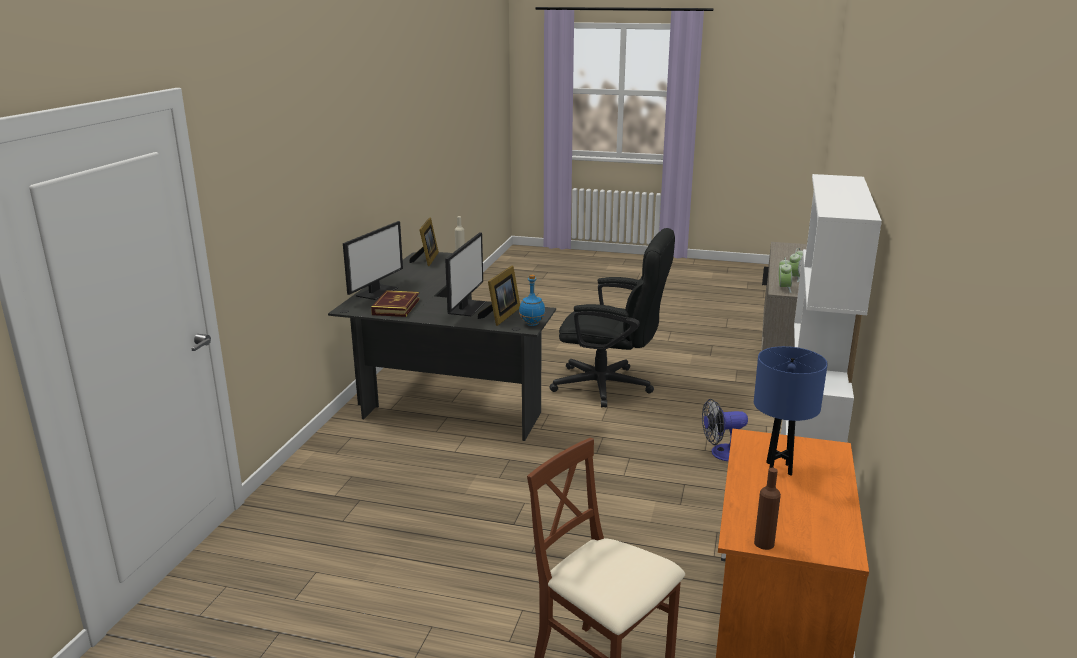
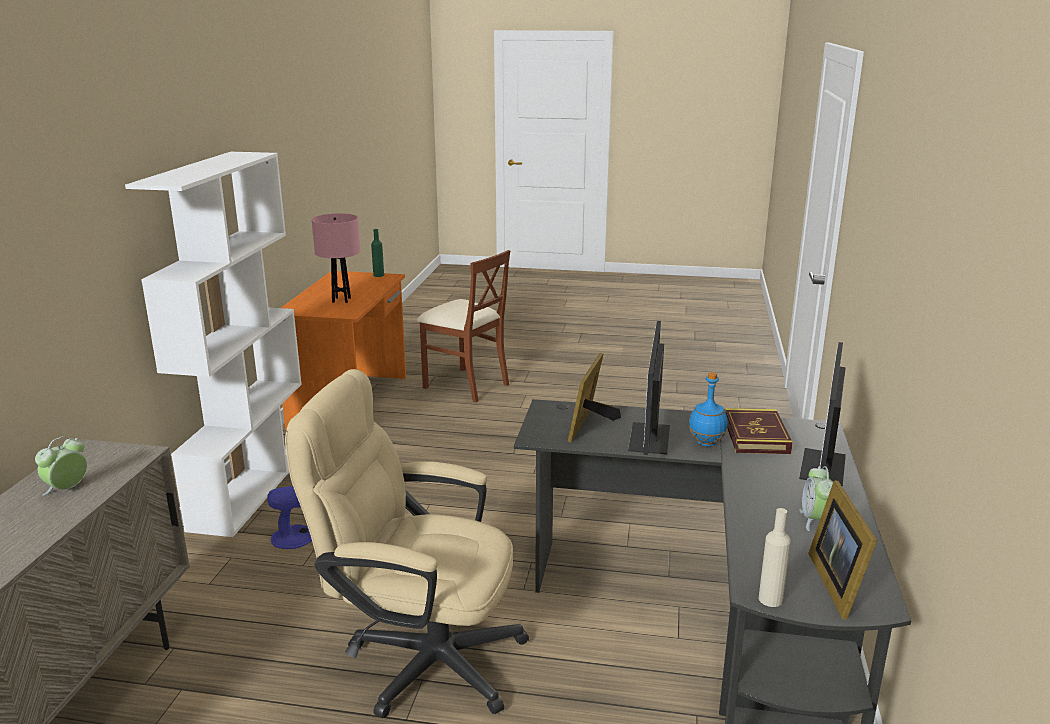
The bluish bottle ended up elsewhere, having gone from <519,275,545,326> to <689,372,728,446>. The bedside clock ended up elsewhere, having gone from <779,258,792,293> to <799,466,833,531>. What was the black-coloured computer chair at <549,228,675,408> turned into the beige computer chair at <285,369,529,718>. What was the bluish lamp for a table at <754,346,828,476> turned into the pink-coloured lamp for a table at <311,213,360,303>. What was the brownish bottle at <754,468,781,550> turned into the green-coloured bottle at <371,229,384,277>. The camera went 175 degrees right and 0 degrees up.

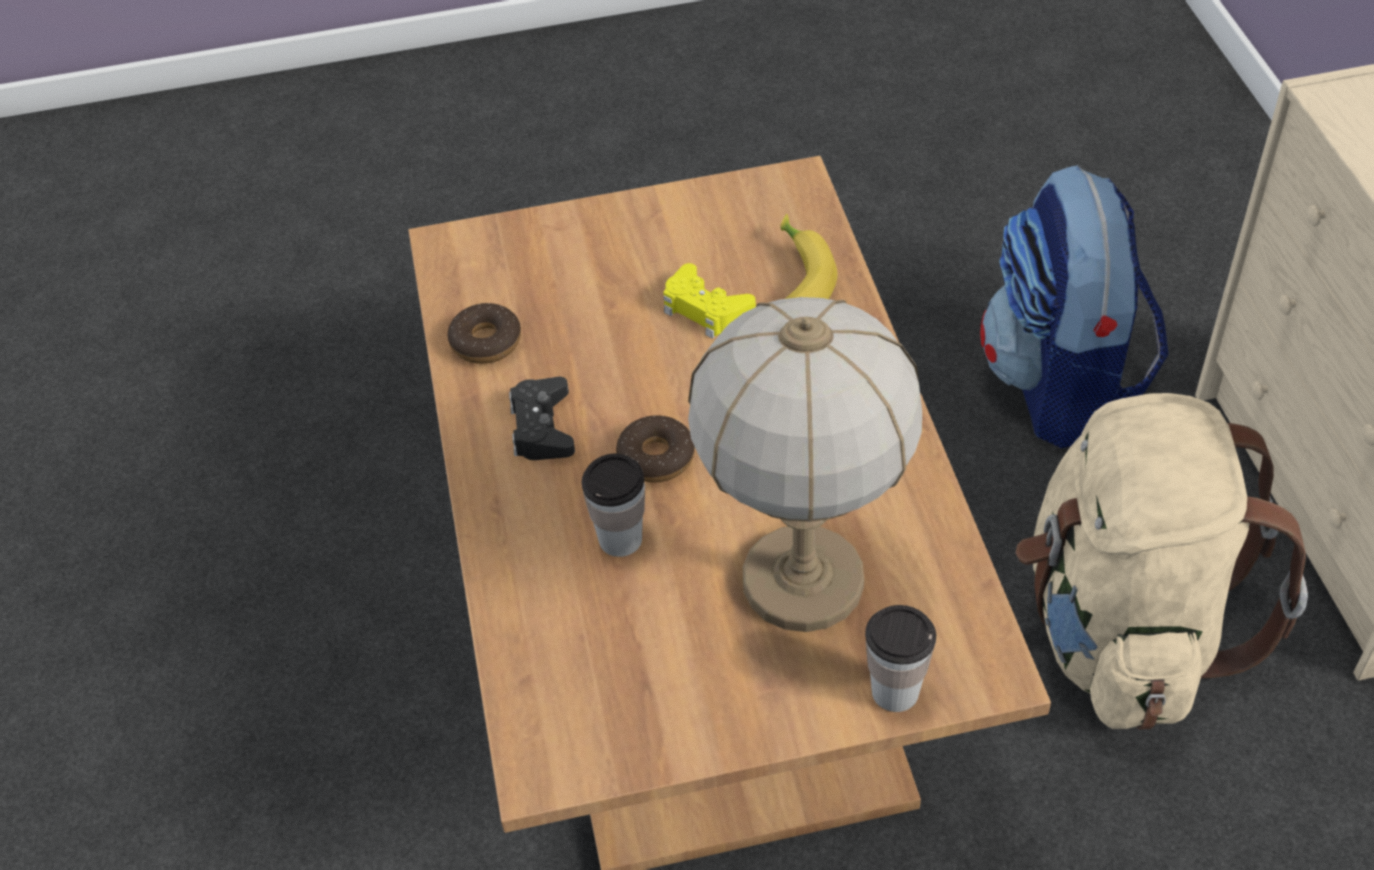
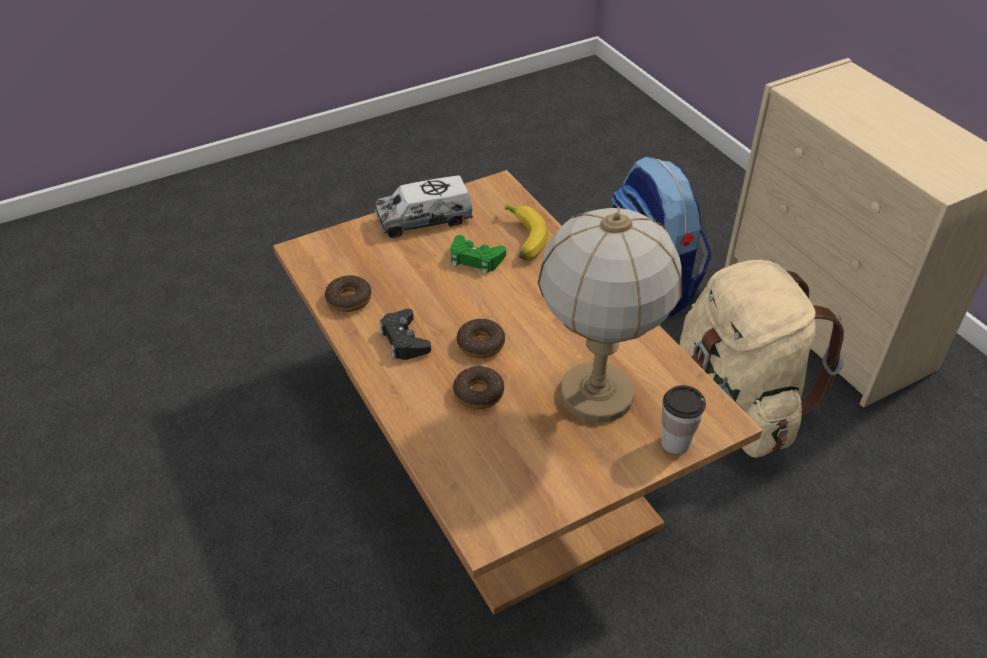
The second view gained the model truck at <375,175,473,238>. Where the drinking cup stood at <582,454,645,557>, the donut came to stand at <453,366,504,409>. What was the yellowish joypad at <663,263,756,339> turned into the green-coloured joypad at <451,235,506,275>. The camera went 20 degrees left and 5 degrees down.

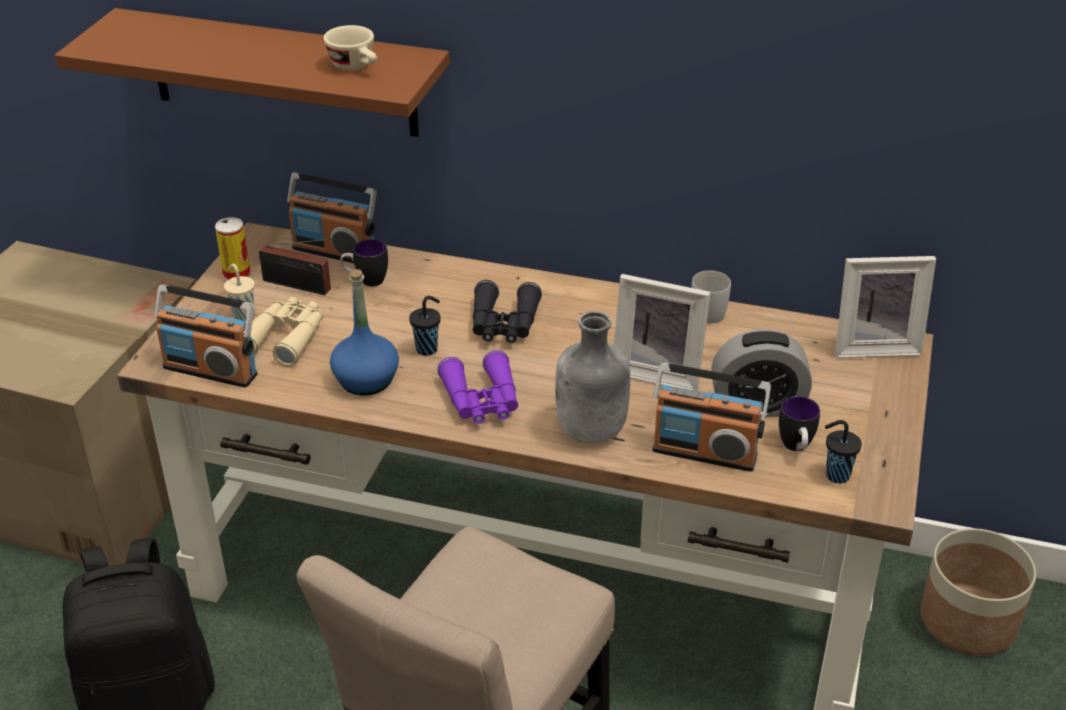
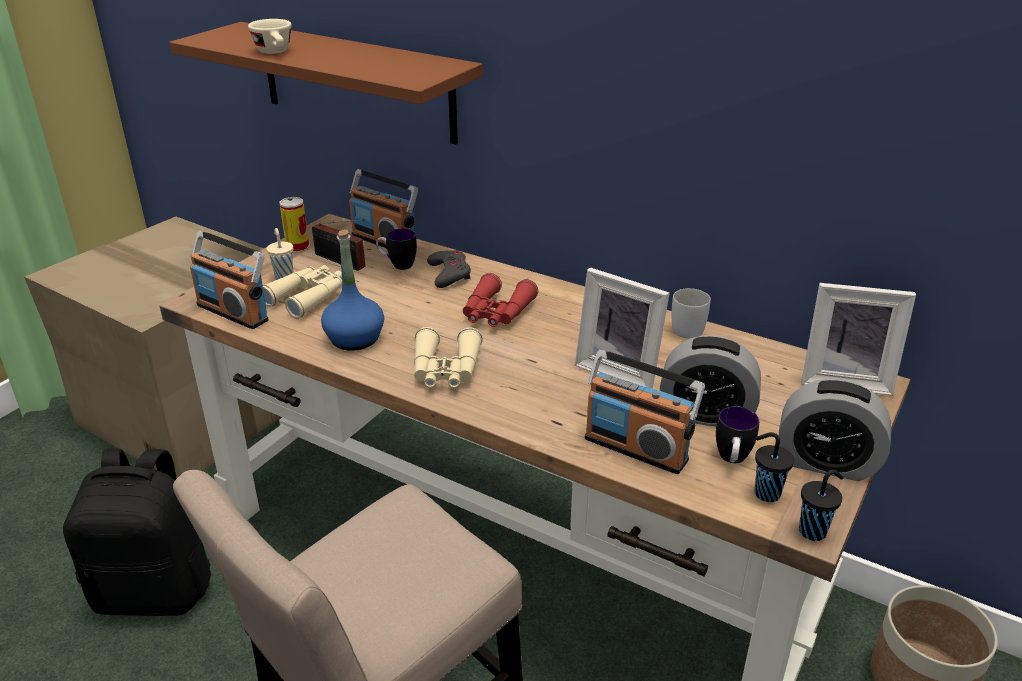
The second view lost the greyish bottle at <555,311,630,443>. The second view gained the greyish joypad at <427,250,471,288>. The second view gained the bedside clock at <779,379,891,481>. The beige drinking cup ended up elsewhere, having gone from <324,25,377,71> to <248,19,291,54>. The black-coloured drinking cup ended up elsewhere, having gone from <409,296,440,356> to <799,469,844,541>. What was the purple binoculars at <437,350,518,424> turned into the beige binoculars at <414,327,483,388>. What was the black-coloured binoculars at <473,280,542,343> turned into the red binoculars at <463,273,538,327>. The camera went 15 degrees right and 5 degrees down.

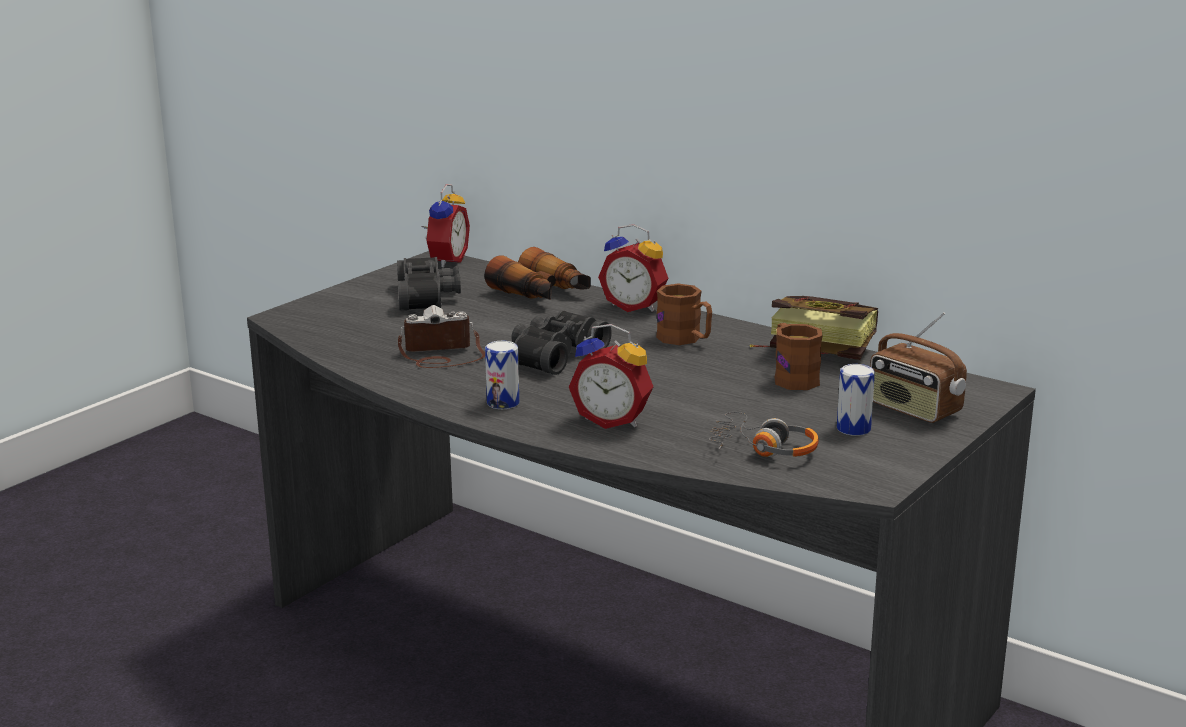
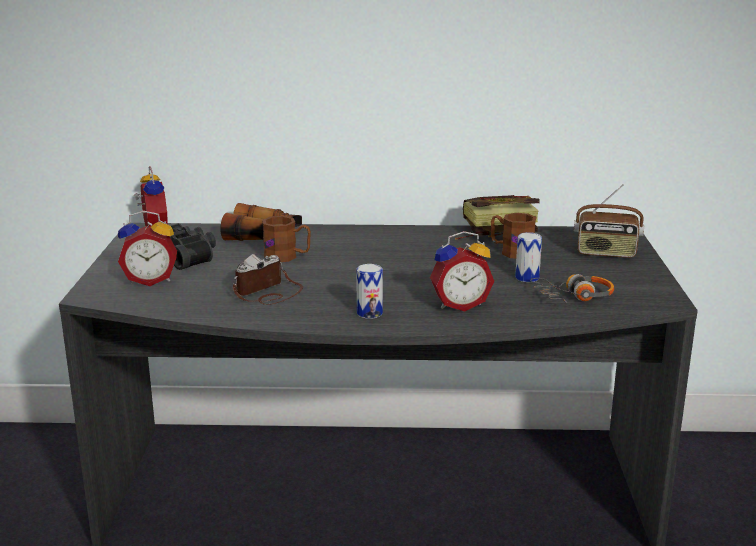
The second view lost the black-coloured binoculars at <511,310,612,375>. The bedside clock ended up elsewhere, having gone from <598,224,668,312> to <118,210,177,286>. The brownish tea mug ended up elsewhere, having gone from <656,284,712,345> to <262,216,311,262>. The can ended up elsewhere, having gone from <837,364,875,436> to <515,232,542,282>. The camera went 35 degrees left and 0 degrees up.

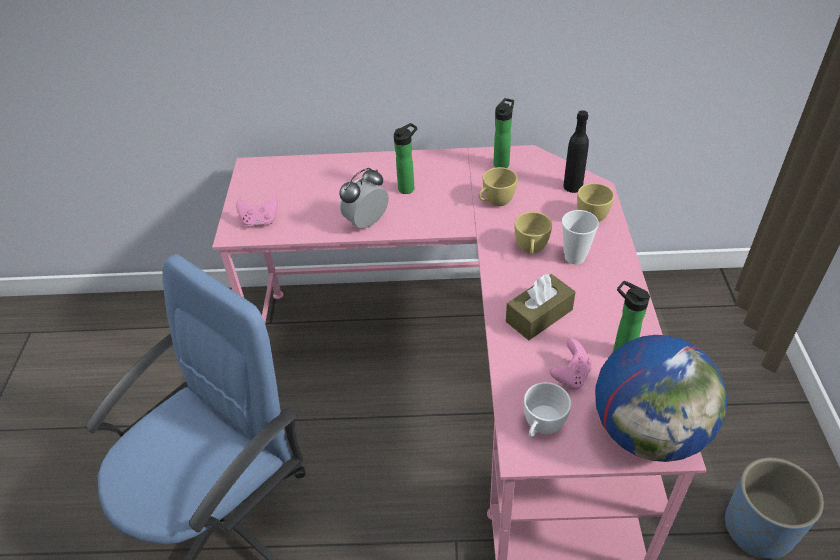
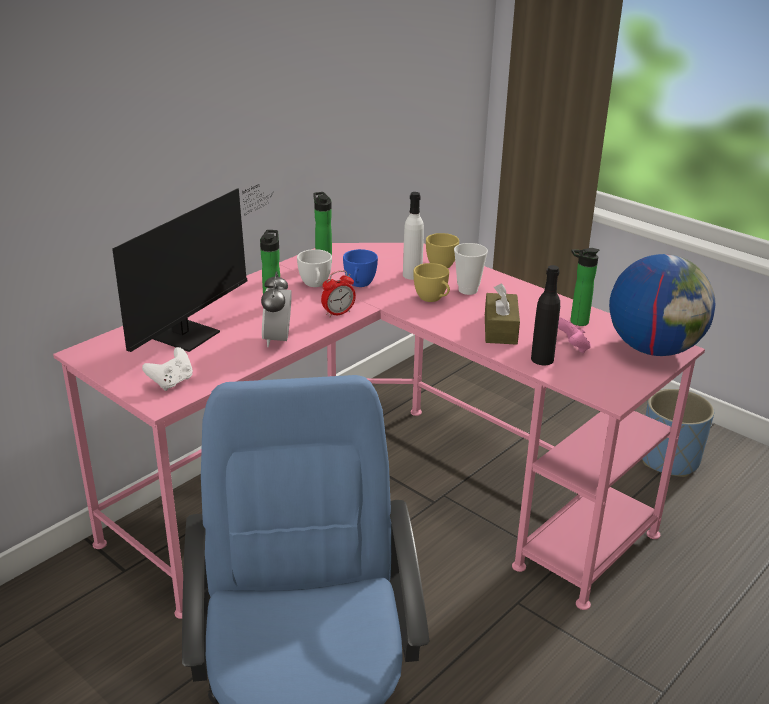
The second view gained the monitor at <112,185,273,352>. The second view gained the bedside clock at <321,270,356,317>. The second view gained the white-coloured bottle at <403,192,424,280>. The white-coloured drinking cup ended up elsewhere, having gone from <524,382,571,437> to <297,249,332,287>. The black-coloured bottle ended up elsewhere, having gone from <563,110,589,193> to <531,265,560,365>. What was the pink-coloured joypad at <236,196,278,226> turned into the white-coloured joypad at <142,347,193,391>. What was the yellowish drinking cup at <478,167,517,206> turned into the bluish drinking cup at <343,249,378,287>. The camera went 50 degrees left and 15 degrees down.

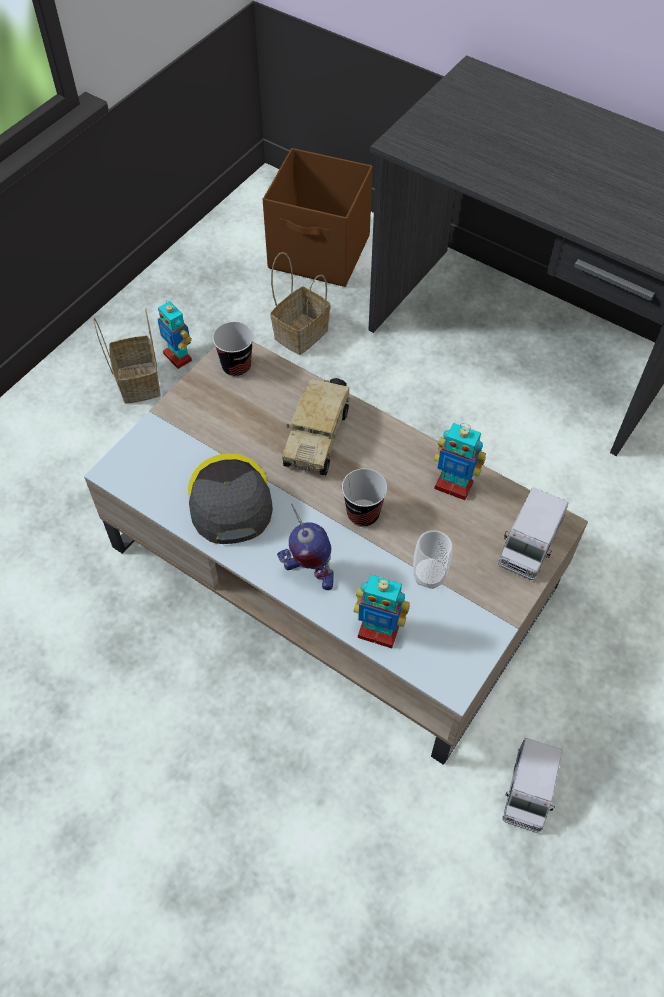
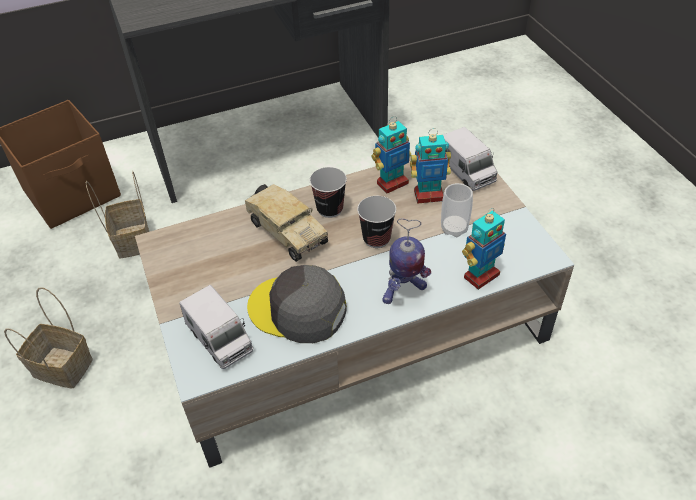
The toy robot ended up elsewhere, having gone from <157,300,192,369> to <410,128,451,204>. The drinking cup ended up elsewhere, having gone from <212,322,254,377> to <309,167,347,218>. The model truck ended up elsewhere, having gone from <503,738,563,833> to <179,285,253,369>. The camera went 55 degrees left and 10 degrees down.

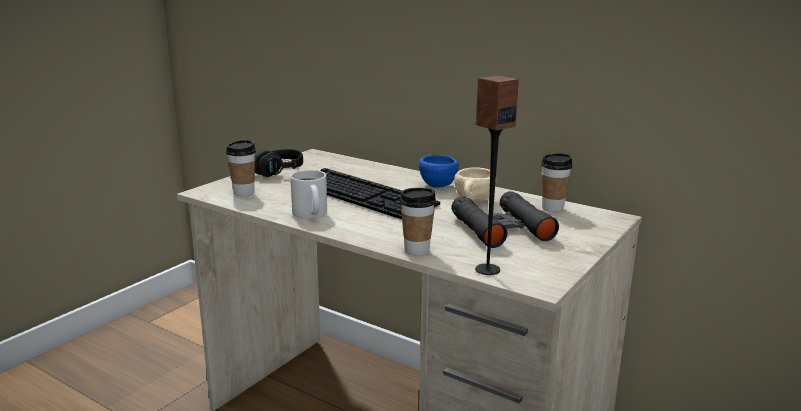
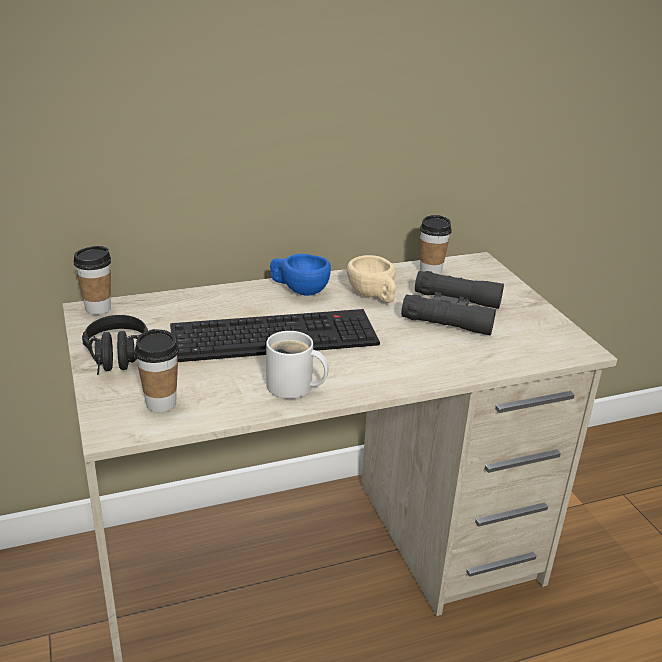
The second view lost the speaker at <475,75,519,275>. The drinking cup ended up elsewhere, having gone from <400,188,436,256> to <73,246,111,315>. The camera went 55 degrees left and 10 degrees up.

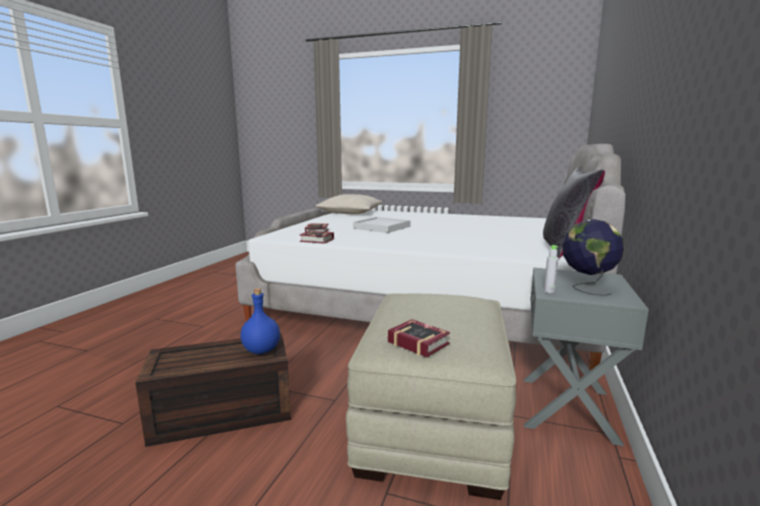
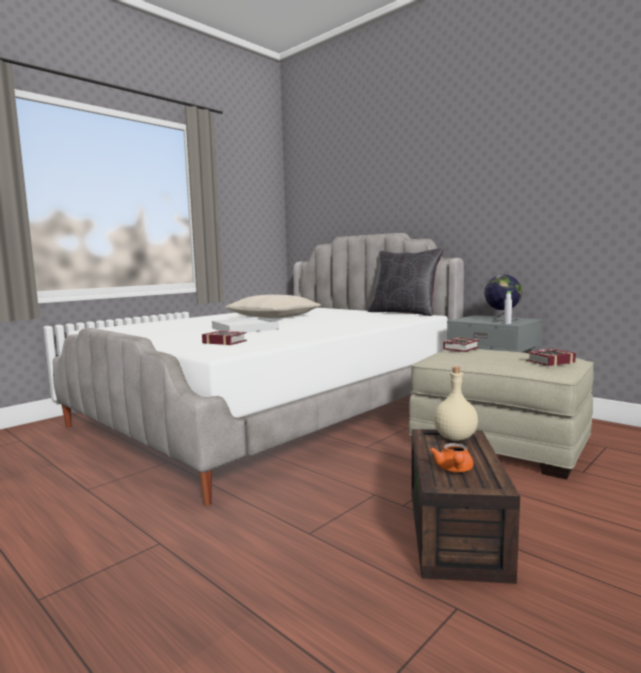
The second view gained the orange-coloured tea pot at <430,443,474,472>. The volume ended up elsewhere, having gone from <299,231,334,244> to <443,338,480,352>. The beige pillow ended up elsewhere, having gone from <316,194,382,214> to <225,295,321,318>. What was the bluish bottle at <240,288,280,354> turned into the beige bottle at <434,366,478,441>. The camera went 65 degrees left and 5 degrees down.

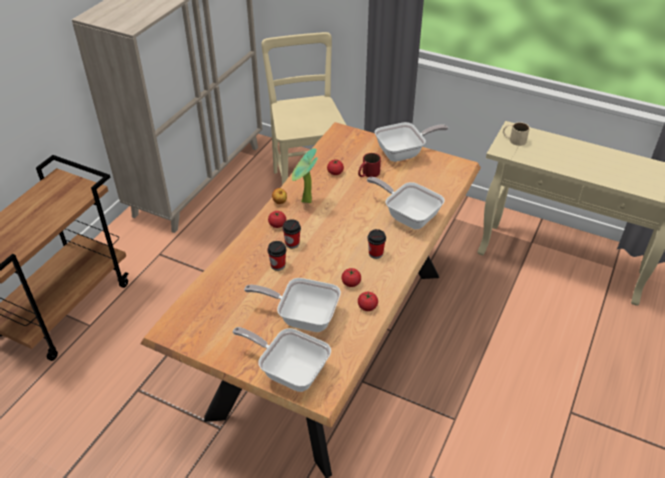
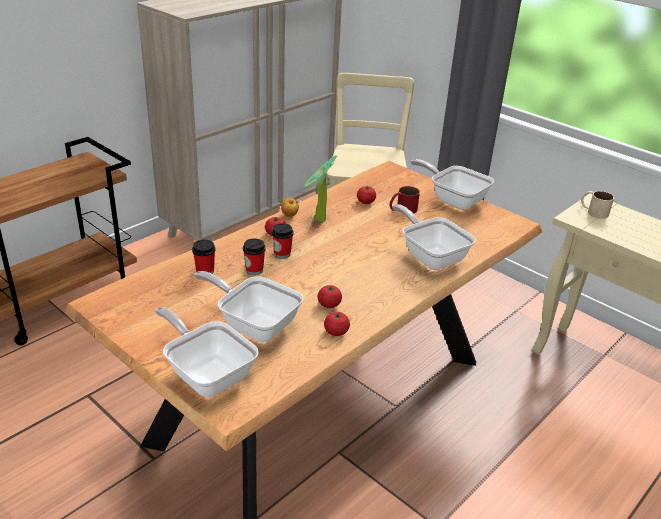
The drinking cup ended up elsewhere, having gone from <367,229,386,259> to <192,239,216,274>. The skillet at <375,122,448,162> ended up facing another way, 135 degrees counterclockwise from before. The camera went 15 degrees right and 10 degrees down.

